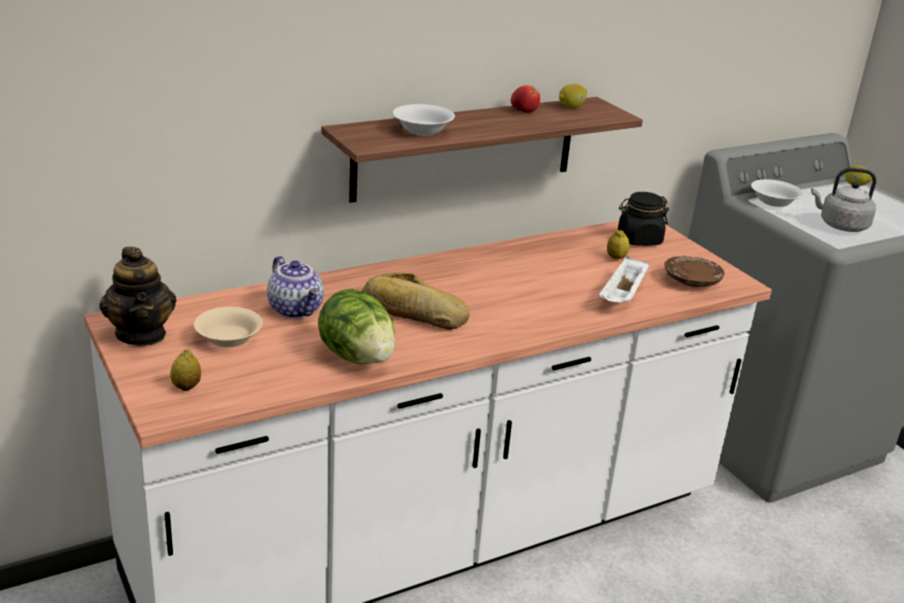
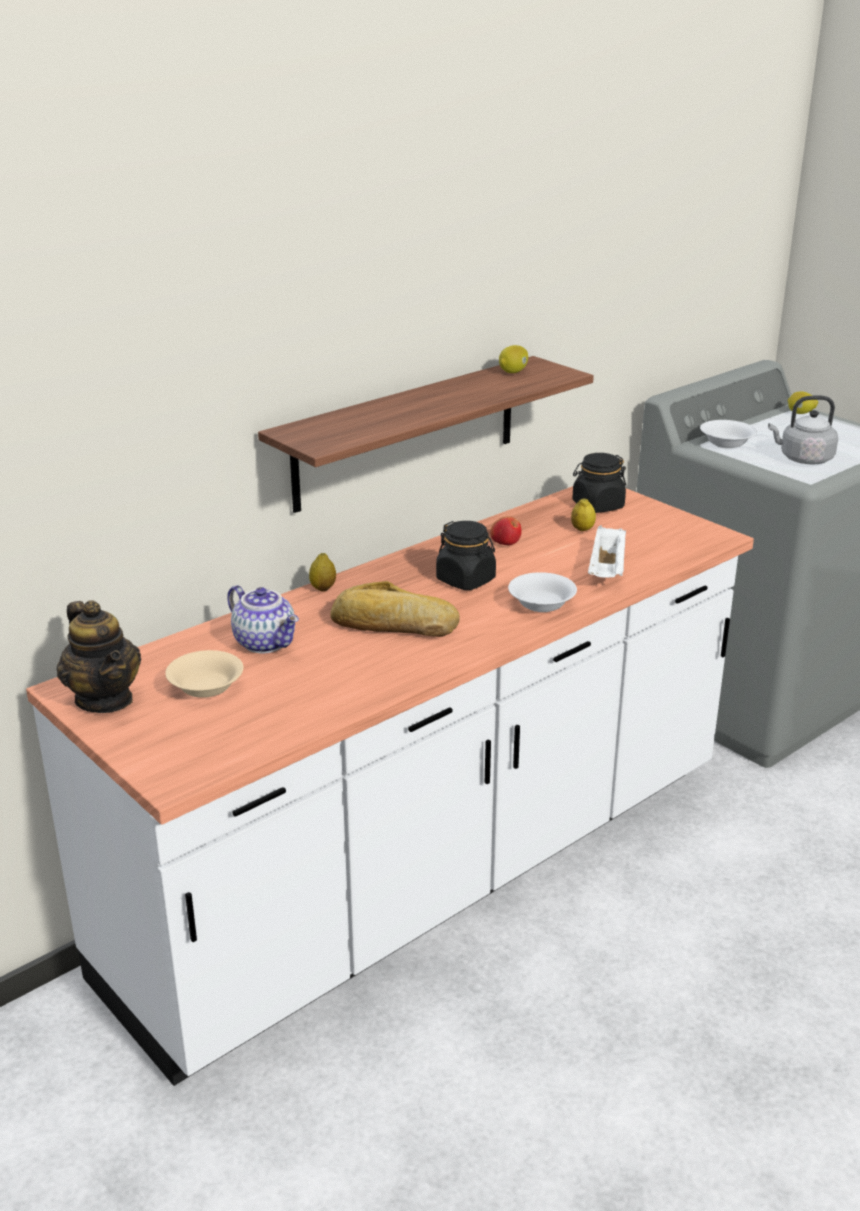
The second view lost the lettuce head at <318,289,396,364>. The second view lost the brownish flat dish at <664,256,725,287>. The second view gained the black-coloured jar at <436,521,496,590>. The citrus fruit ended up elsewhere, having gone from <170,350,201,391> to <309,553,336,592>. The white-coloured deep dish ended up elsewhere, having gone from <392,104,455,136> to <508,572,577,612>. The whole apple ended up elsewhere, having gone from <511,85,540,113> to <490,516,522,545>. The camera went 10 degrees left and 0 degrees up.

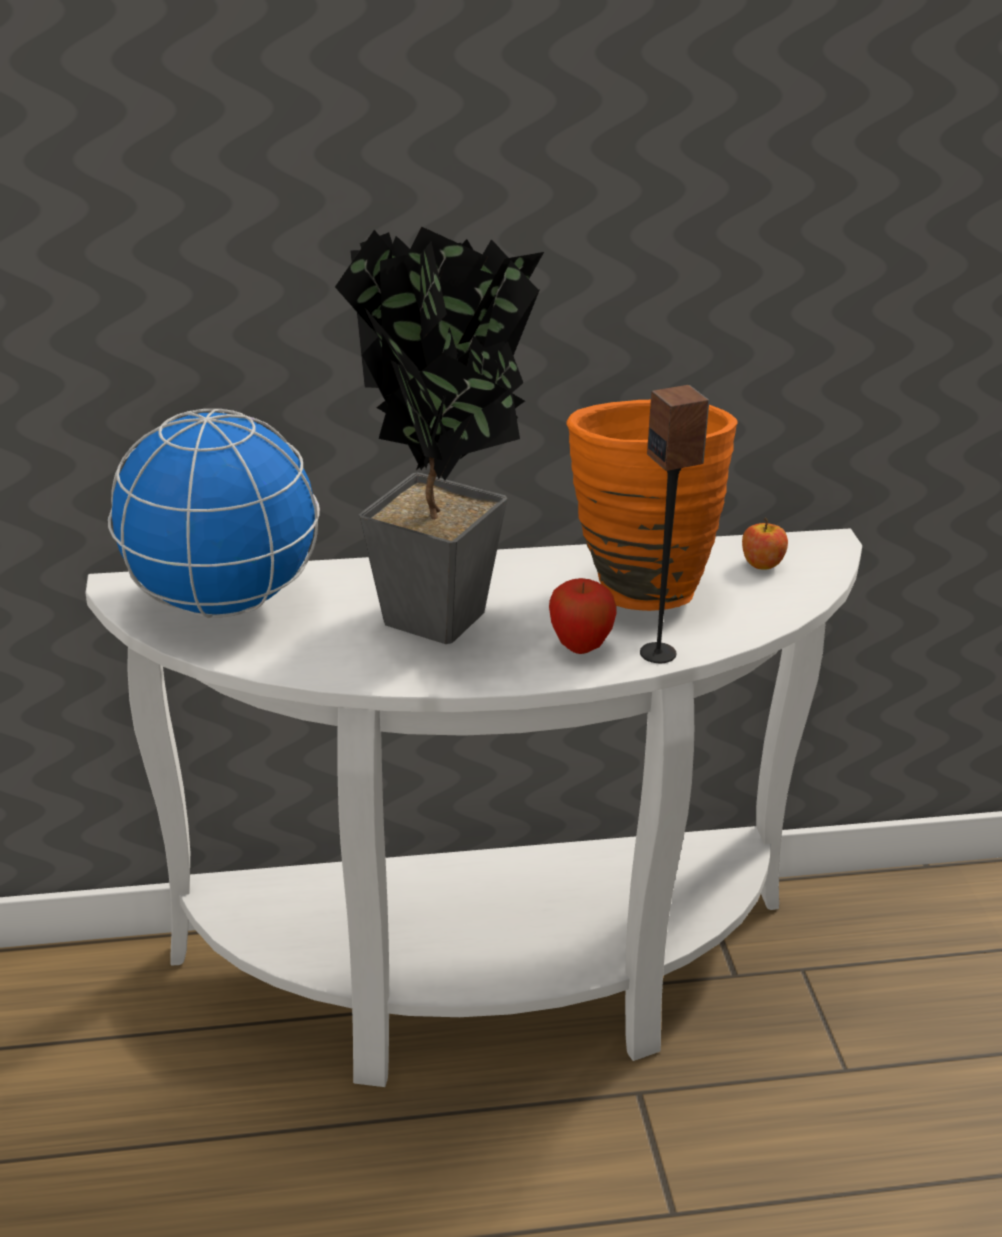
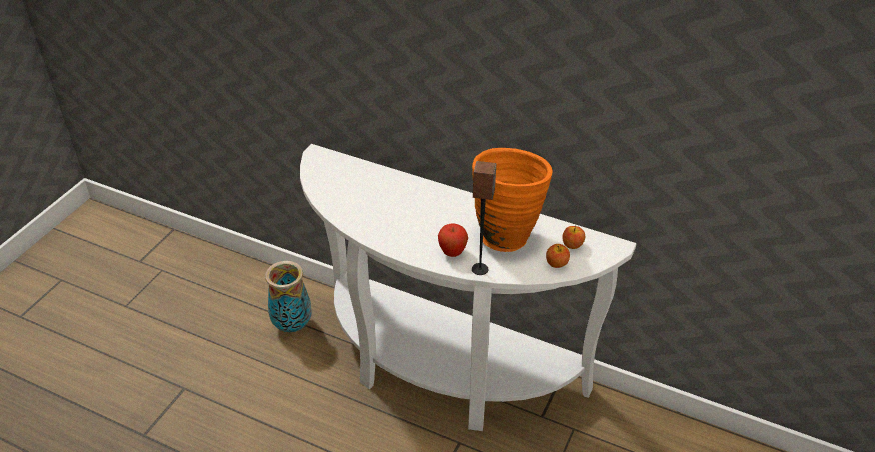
The second view lost the desk globe at <108,409,320,618>. The second view lost the potted plant at <335,227,544,644>. The second view gained the vase at <265,261,312,332>. The second view gained the whole apple at <546,244,570,268>. The camera went 35 degrees right and 10 degrees up.

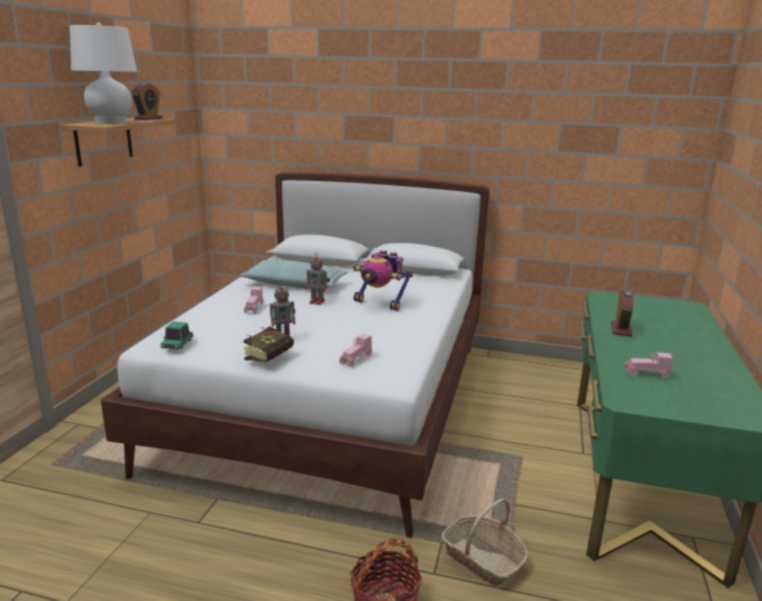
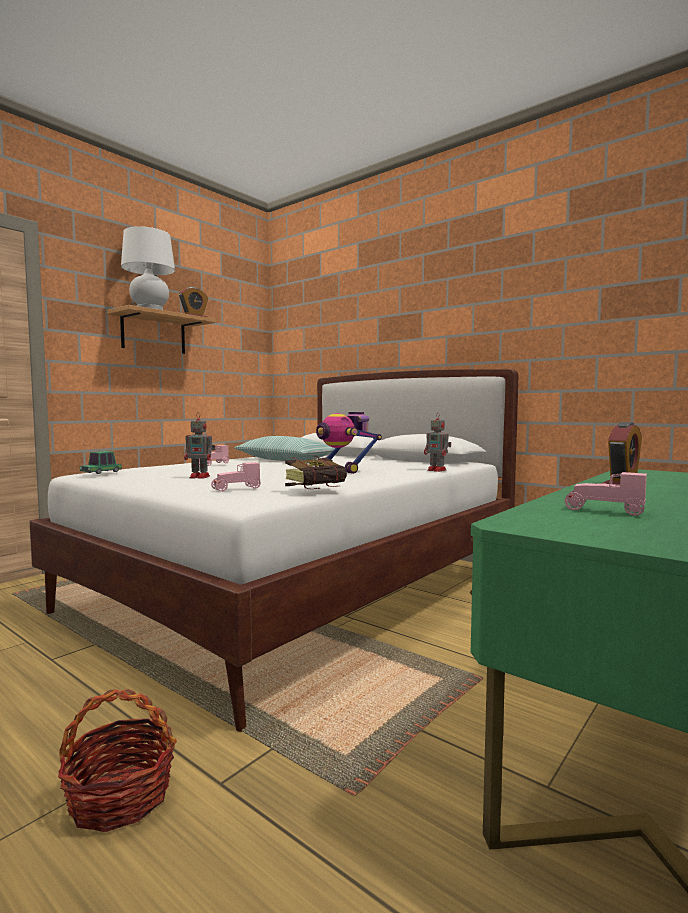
The second view lost the basket at <441,498,528,586>. The volume ended up elsewhere, having gone from <244,326,294,362> to <285,456,347,490>. The toy robot ended up elsewhere, having gone from <305,255,329,305> to <424,413,451,472>. The camera went 25 degrees right and 15 degrees down.

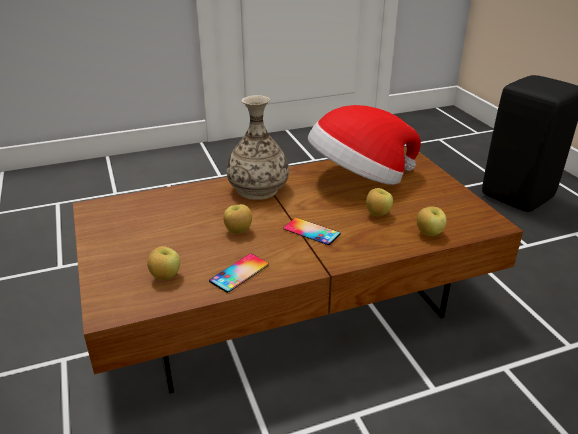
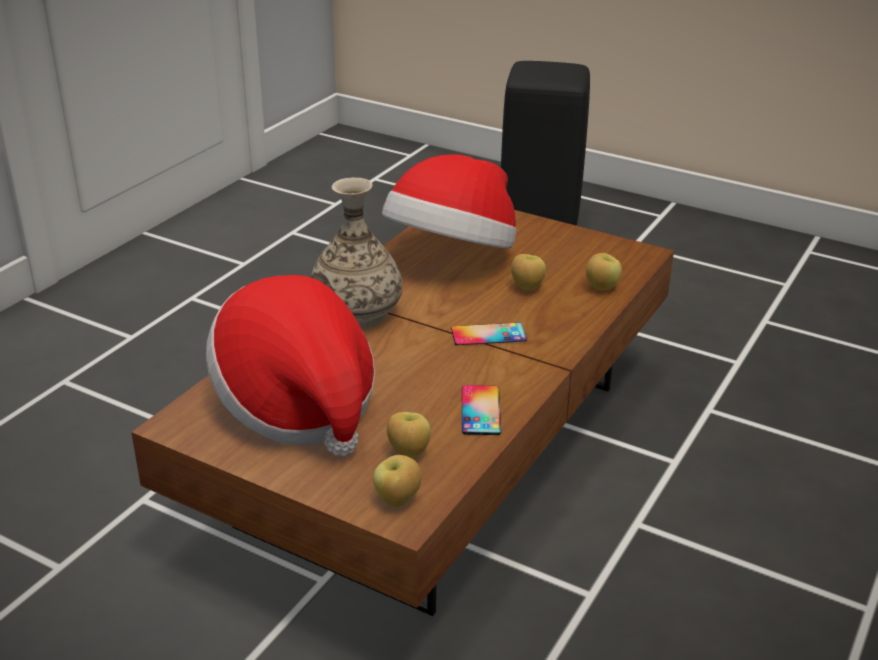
The second view gained the hat at <206,275,375,456>. The whole apple ended up elsewhere, having gone from <223,204,252,234> to <373,455,422,507>. The camera went 40 degrees left and 0 degrees up.

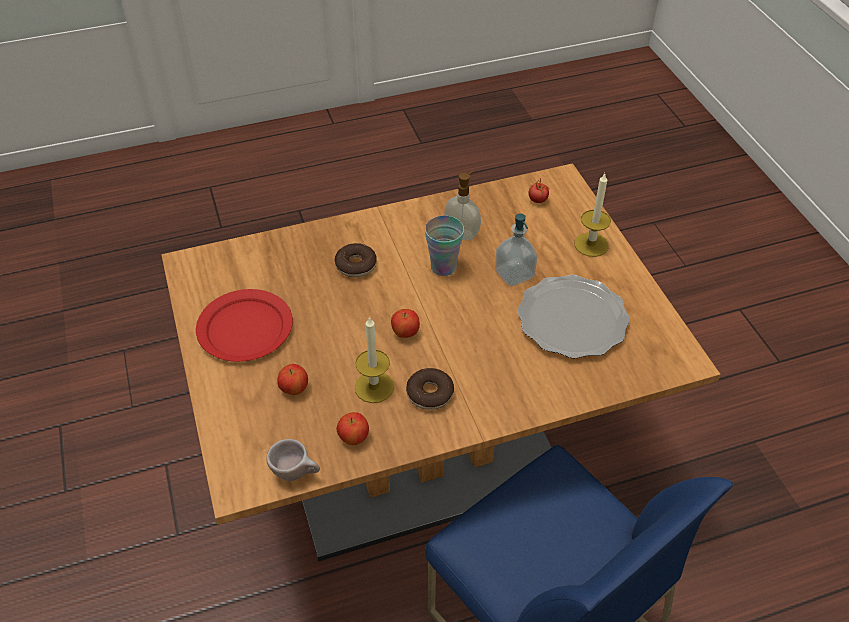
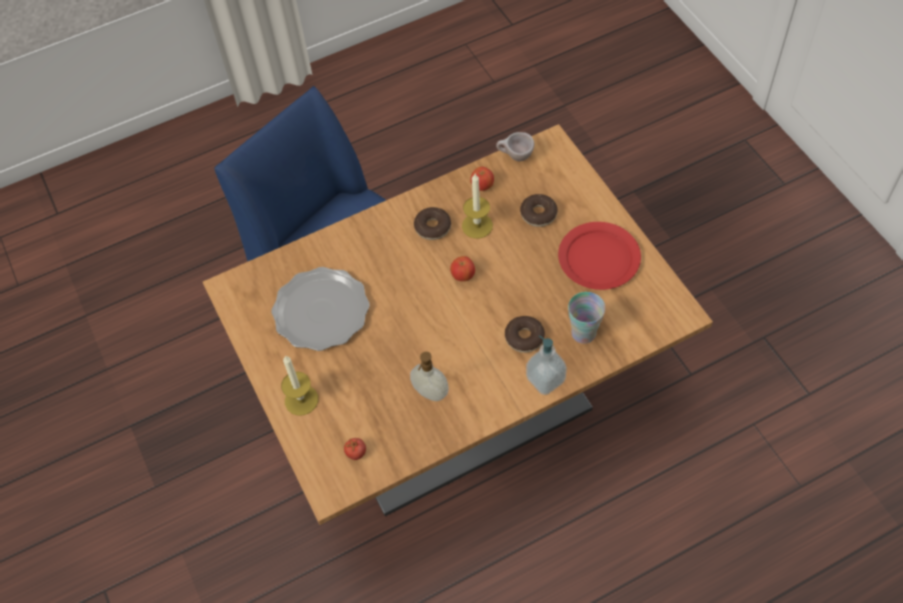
The drinking cup ended up elsewhere, having gone from <425,216,464,276> to <568,292,605,344>. The liquid soap bottle ended up elsewhere, having gone from <495,213,537,286> to <526,336,567,395>. Where the whole apple stood at <277,364,308,395>, the donut came to stand at <520,194,558,227>. The camera went 175 degrees right and 10 degrees up.

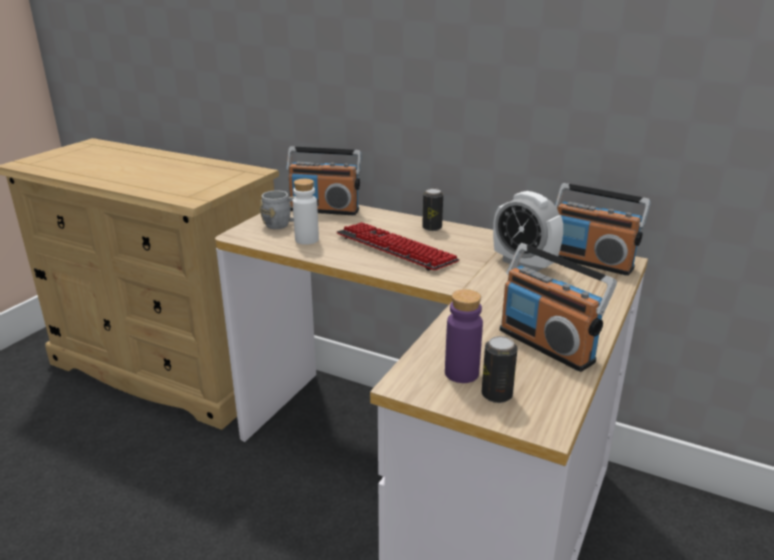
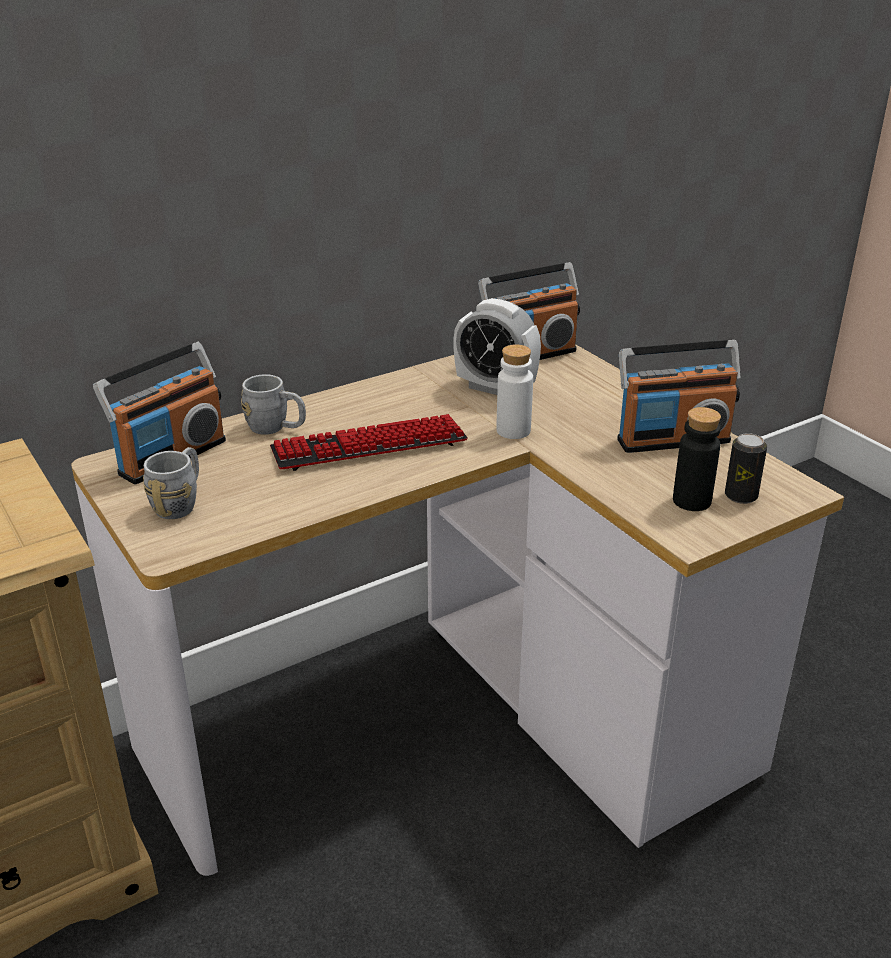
The second view lost the can at <422,188,443,231>. The second view gained the greyish tea mug at <241,374,306,435>. The white-coloured bottle ended up elsewhere, having gone from <293,179,319,245> to <496,345,533,439>. What was the purple bottle at <445,289,483,383> turned into the black-coloured bottle at <673,407,721,511>. The bedside clock at <493,191,563,272> ended up facing another way, 45 degrees clockwise from before. The camera went 60 degrees left and 5 degrees up.

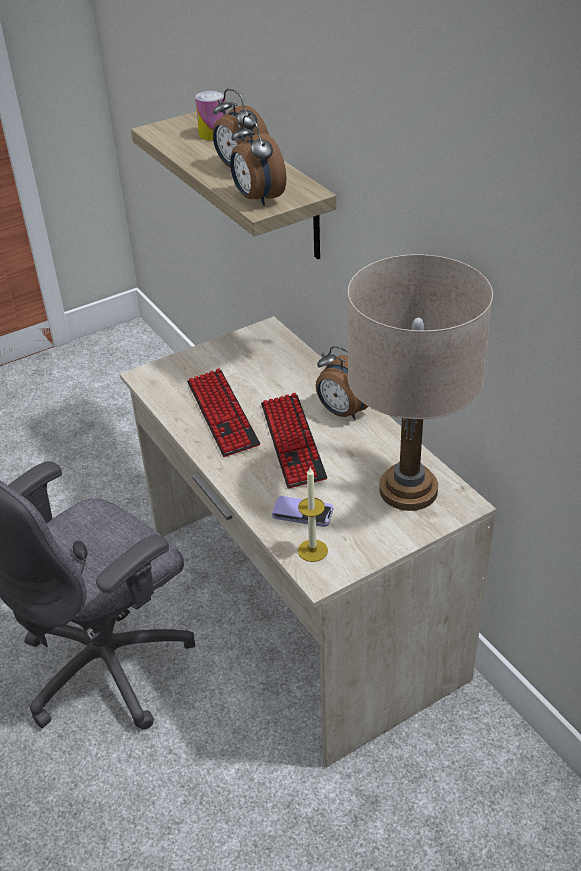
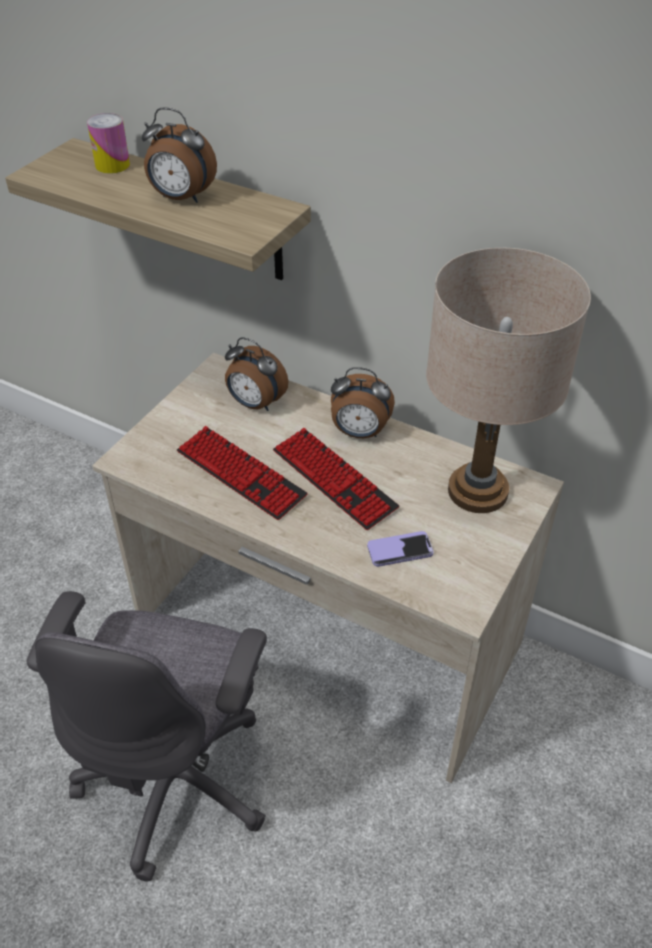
The second view lost the wax candle at <298,468,328,562>. The bedside clock ended up elsewhere, having gone from <230,115,286,206> to <225,337,289,411>. The camera went 30 degrees left and 5 degrees up.

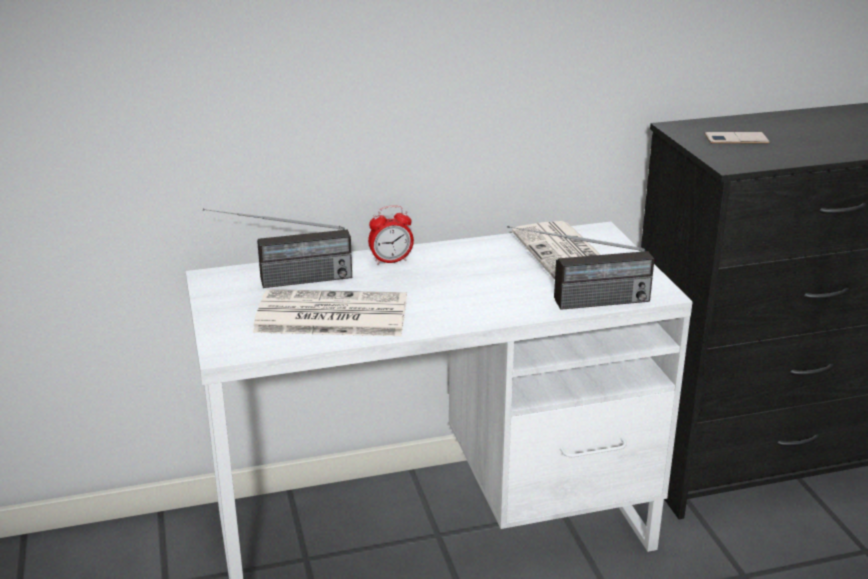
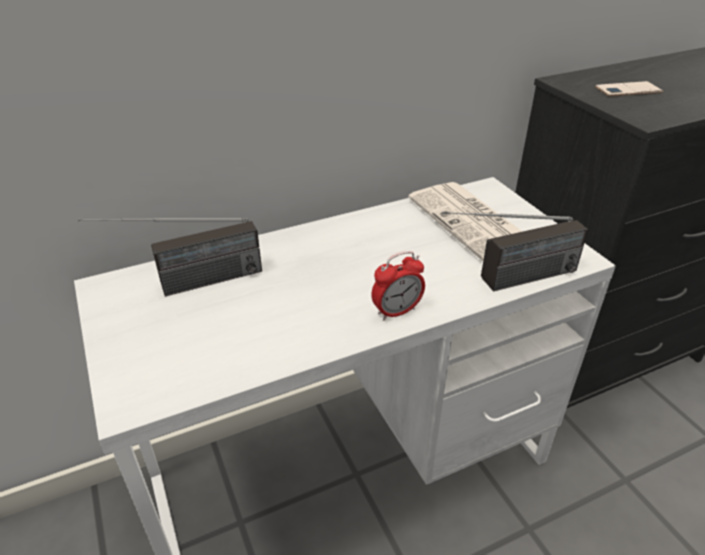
The second view lost the printed paper at <253,289,407,336>. The bedside clock ended up elsewhere, having gone from <368,206,414,265> to <371,251,425,320>. The camera went 10 degrees left and 10 degrees up.

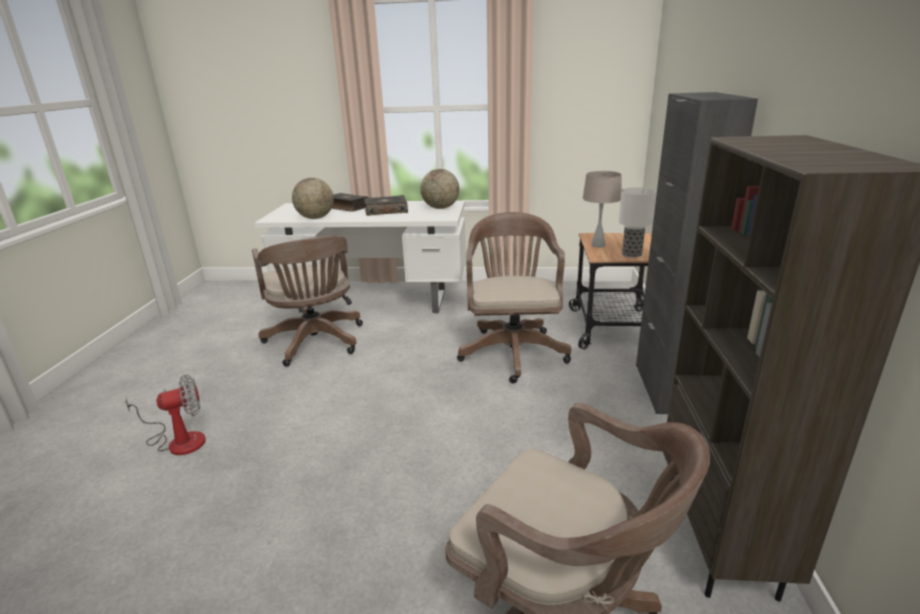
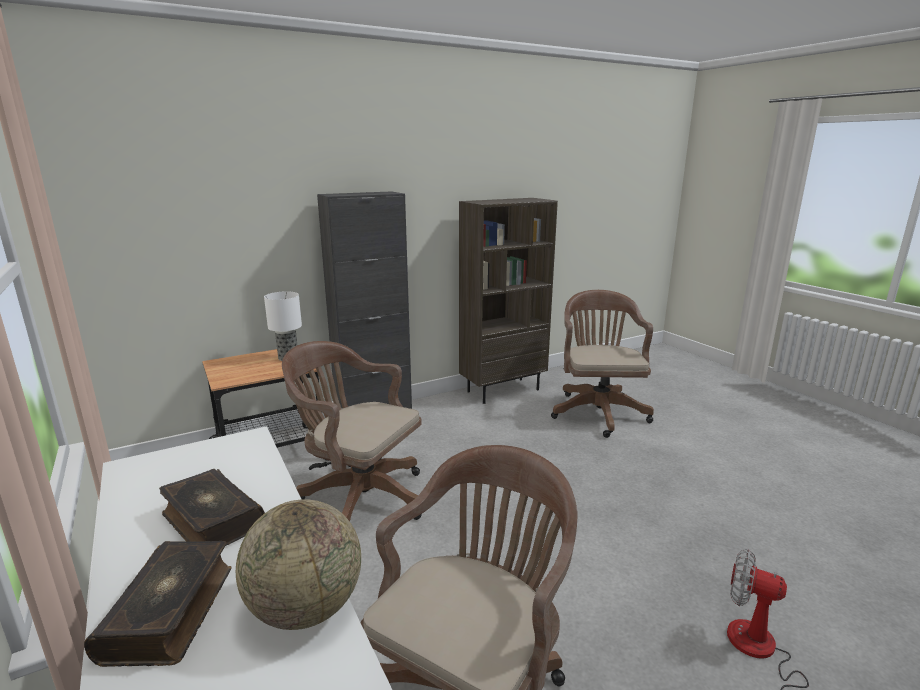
The second view lost the desk globe at <421,169,459,209>. The second view lost the beige lamp for a table at <583,171,622,248>. The brownish computer chair at <457,212,571,384> ended up facing another way, 60 degrees clockwise from before. The camera went 125 degrees left and 5 degrees down.

